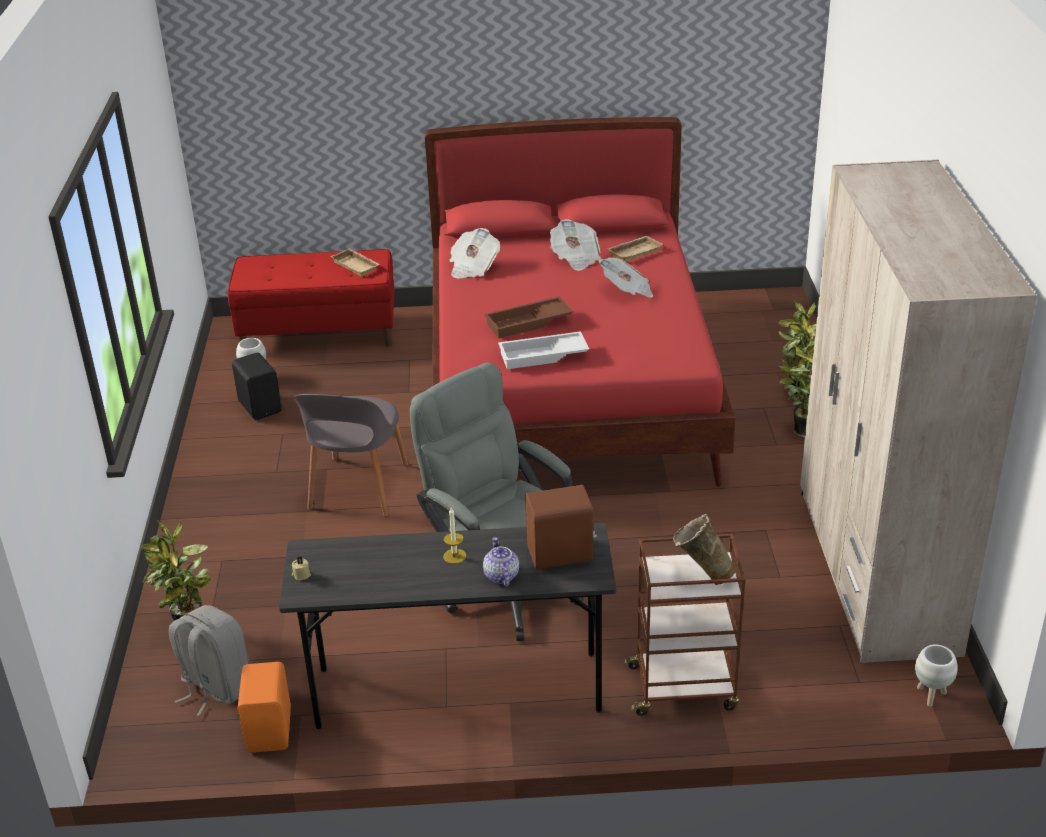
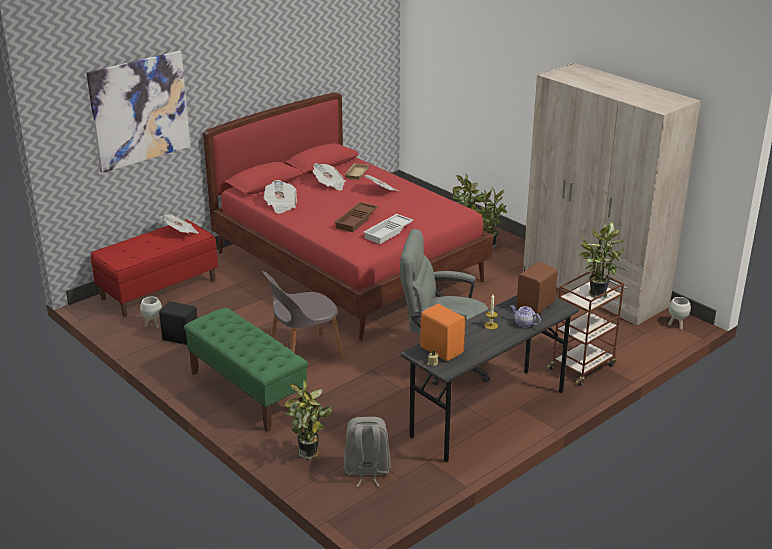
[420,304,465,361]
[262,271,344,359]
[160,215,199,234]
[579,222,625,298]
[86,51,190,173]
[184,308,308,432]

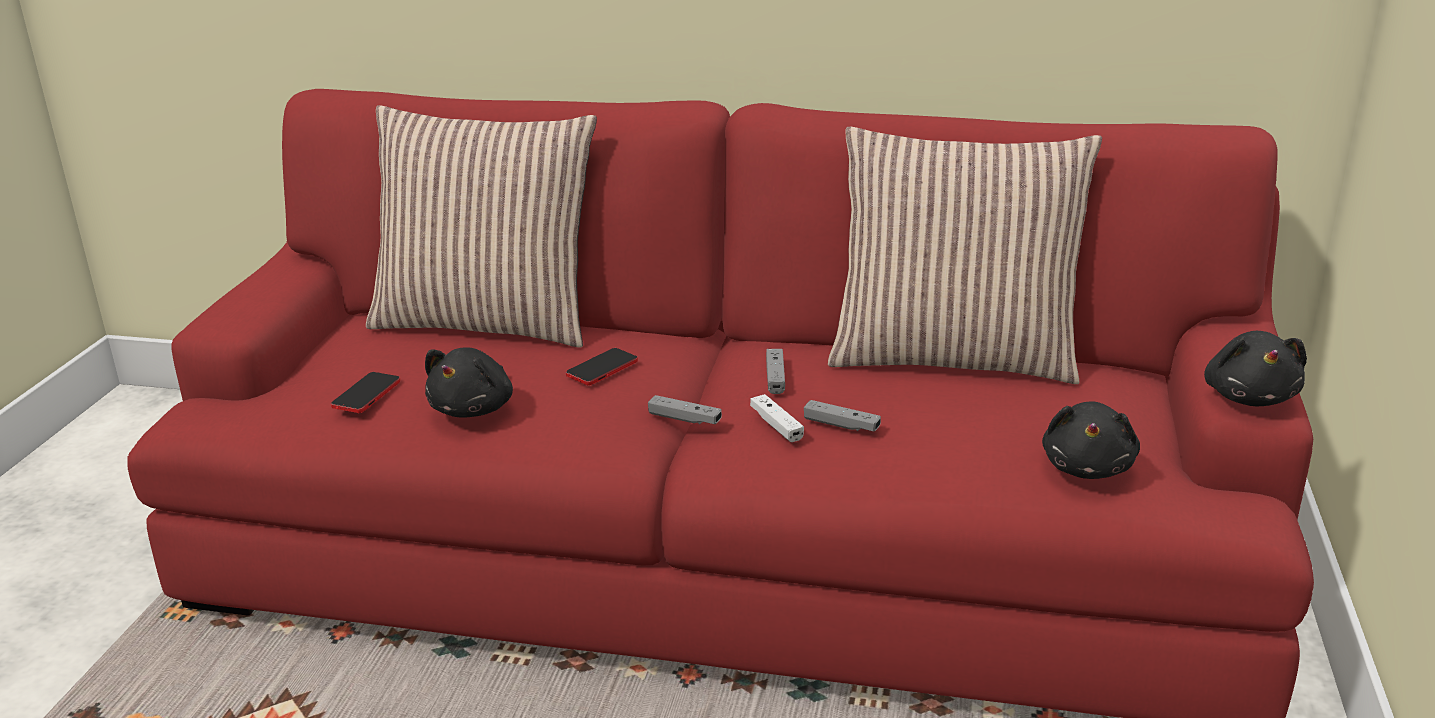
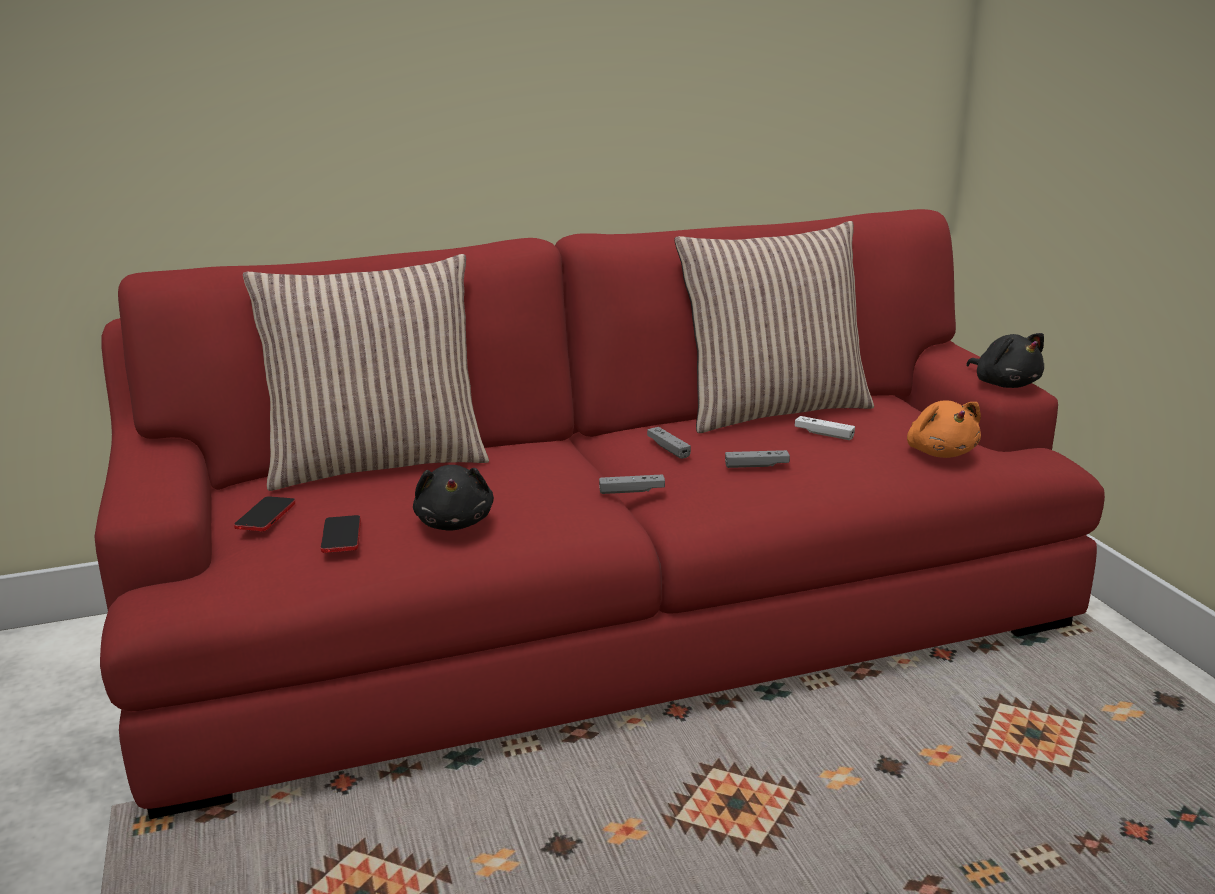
[234,496,295,531]
[795,416,855,440]
[907,400,981,458]

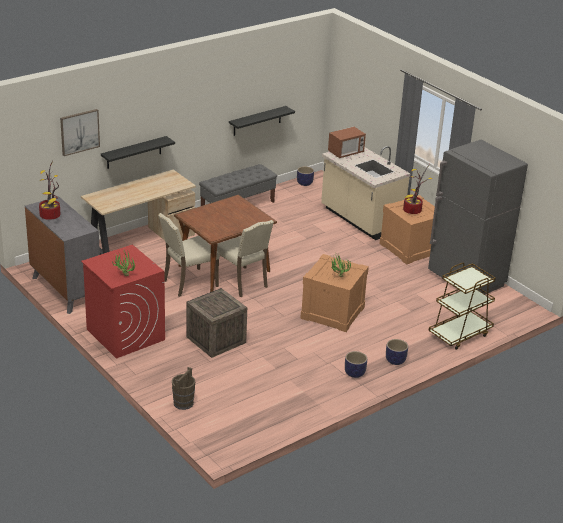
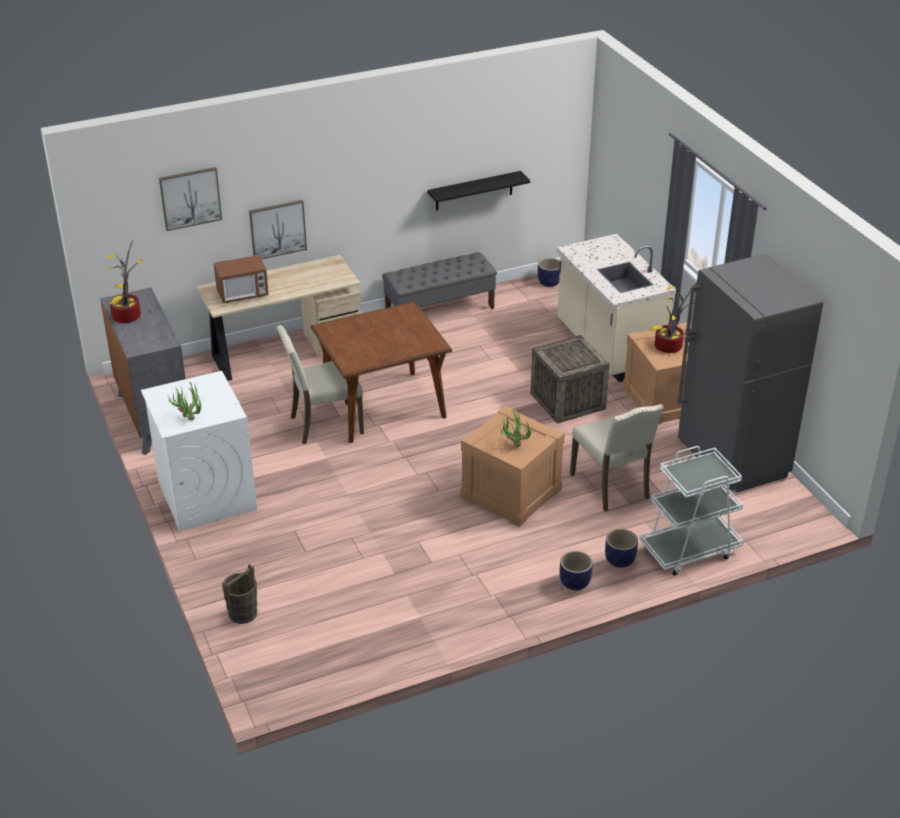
[141,371,257,531]
[249,200,307,259]
[531,335,610,424]
[570,404,664,512]
[214,255,269,303]
[605,529,638,568]
[640,446,744,576]

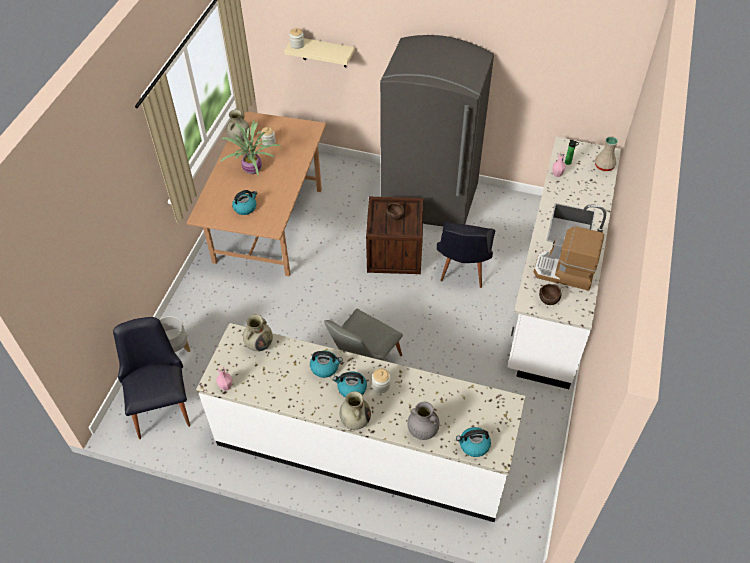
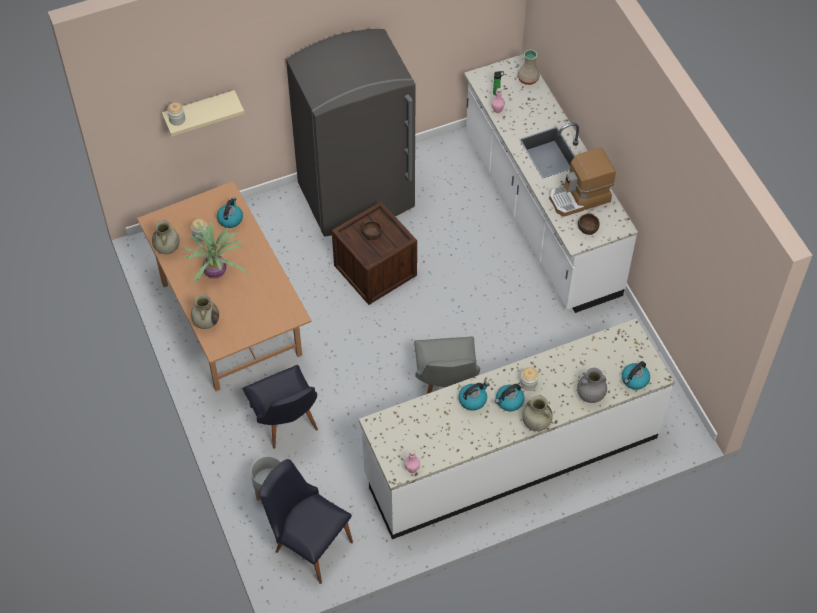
[217,197,243,228]
[191,294,219,329]
[243,365,318,449]

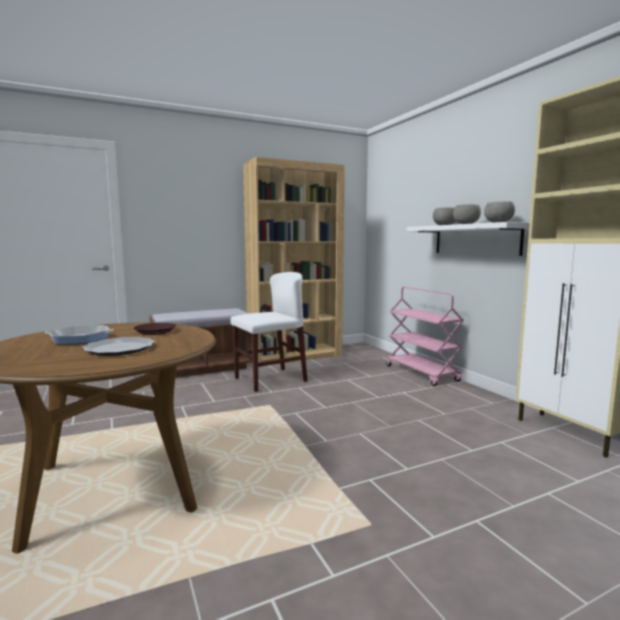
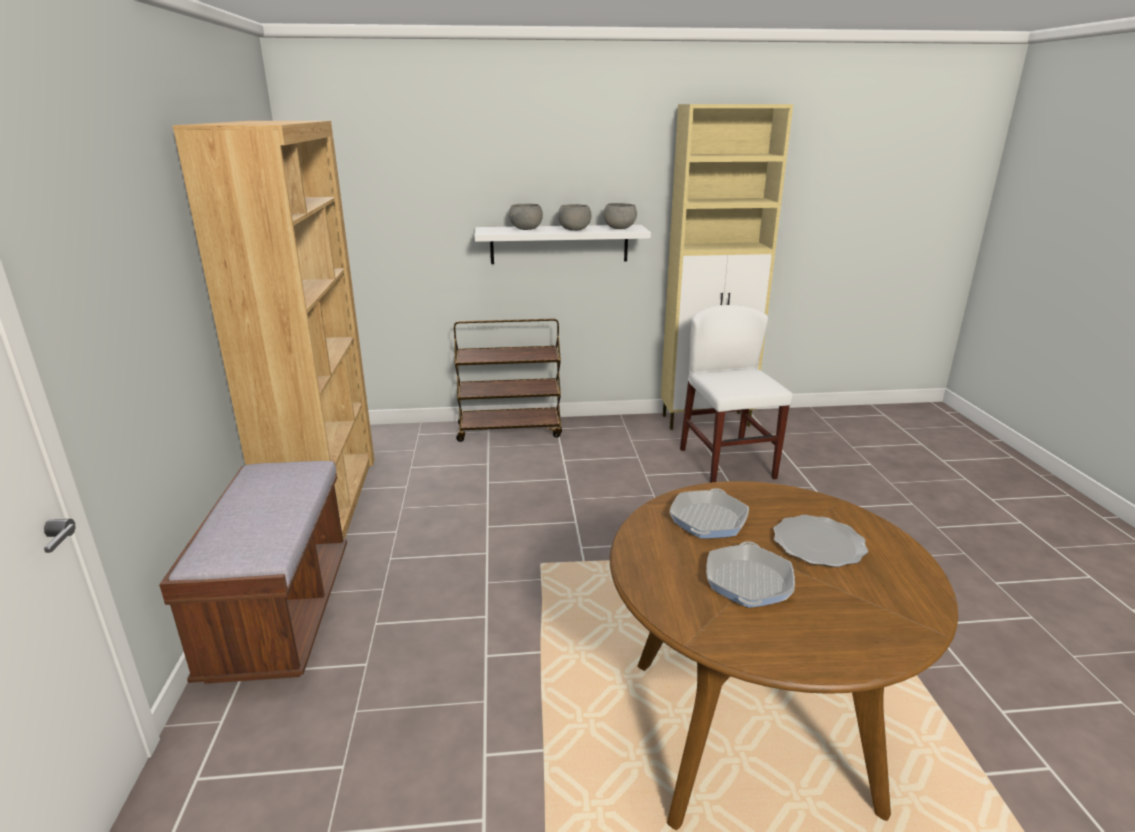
[669,488,749,539]
[680,305,793,483]
[454,319,562,442]

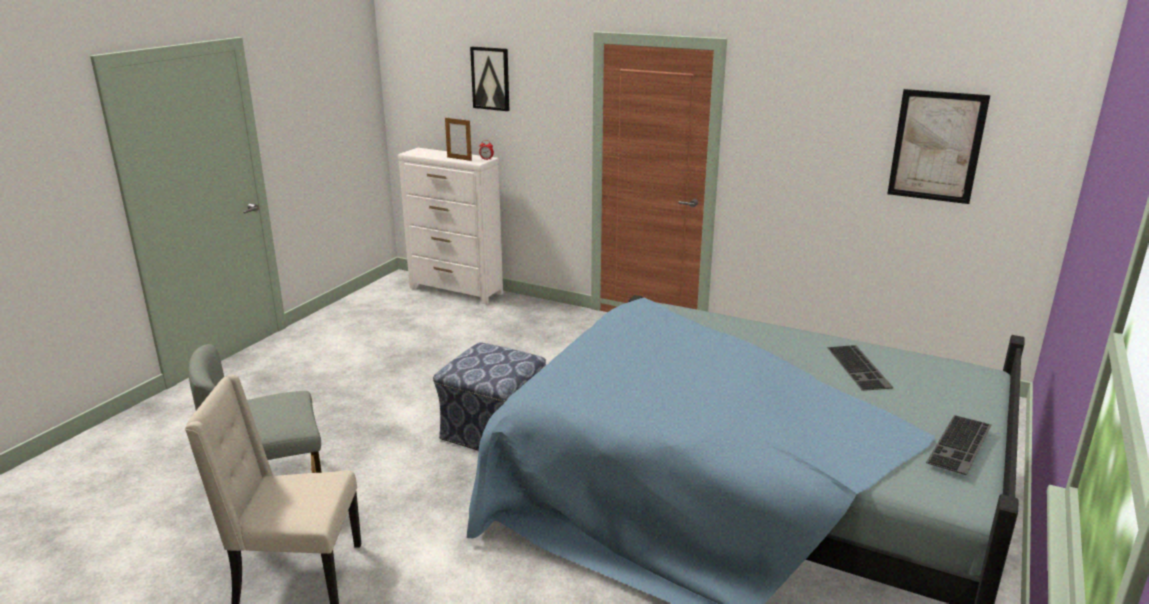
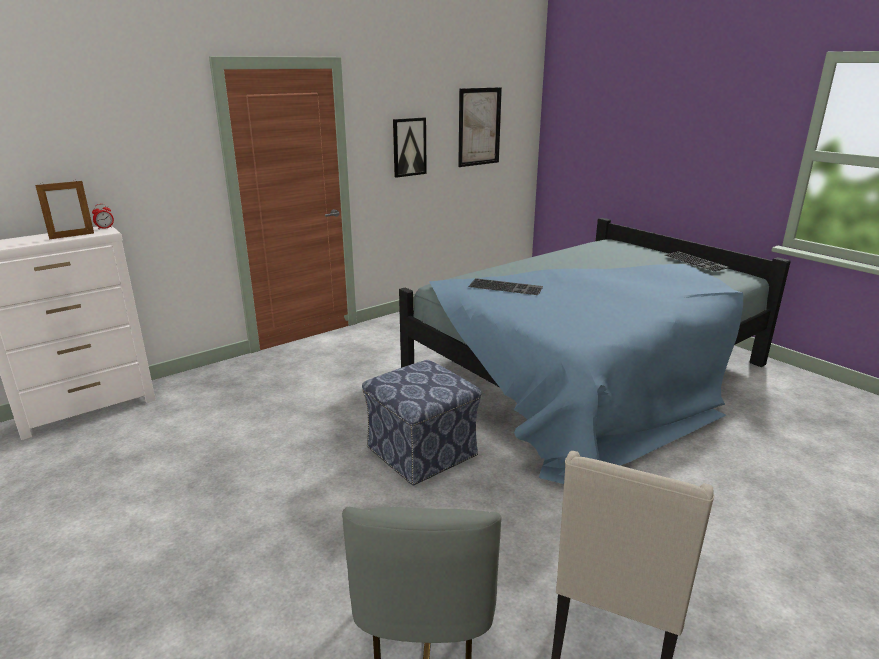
[393,118,427,178]
[468,278,543,295]

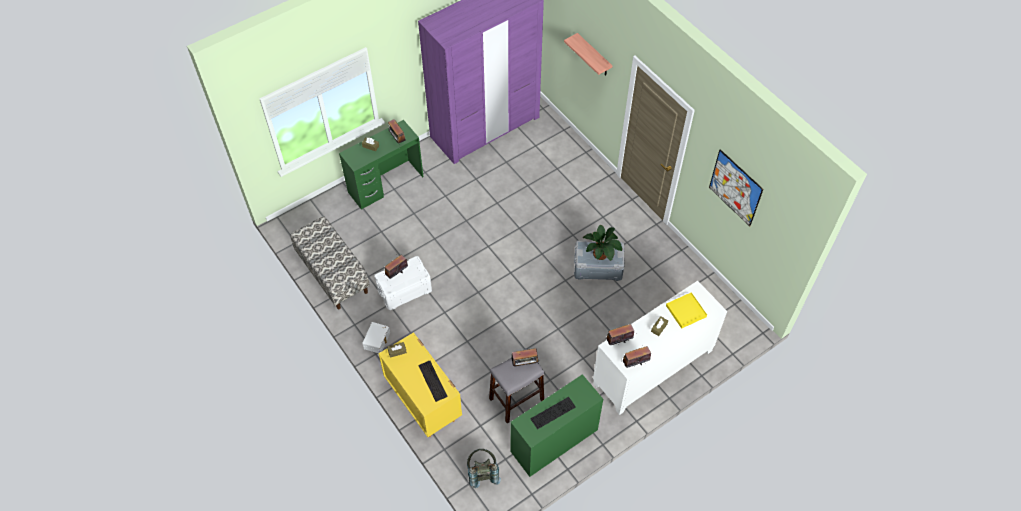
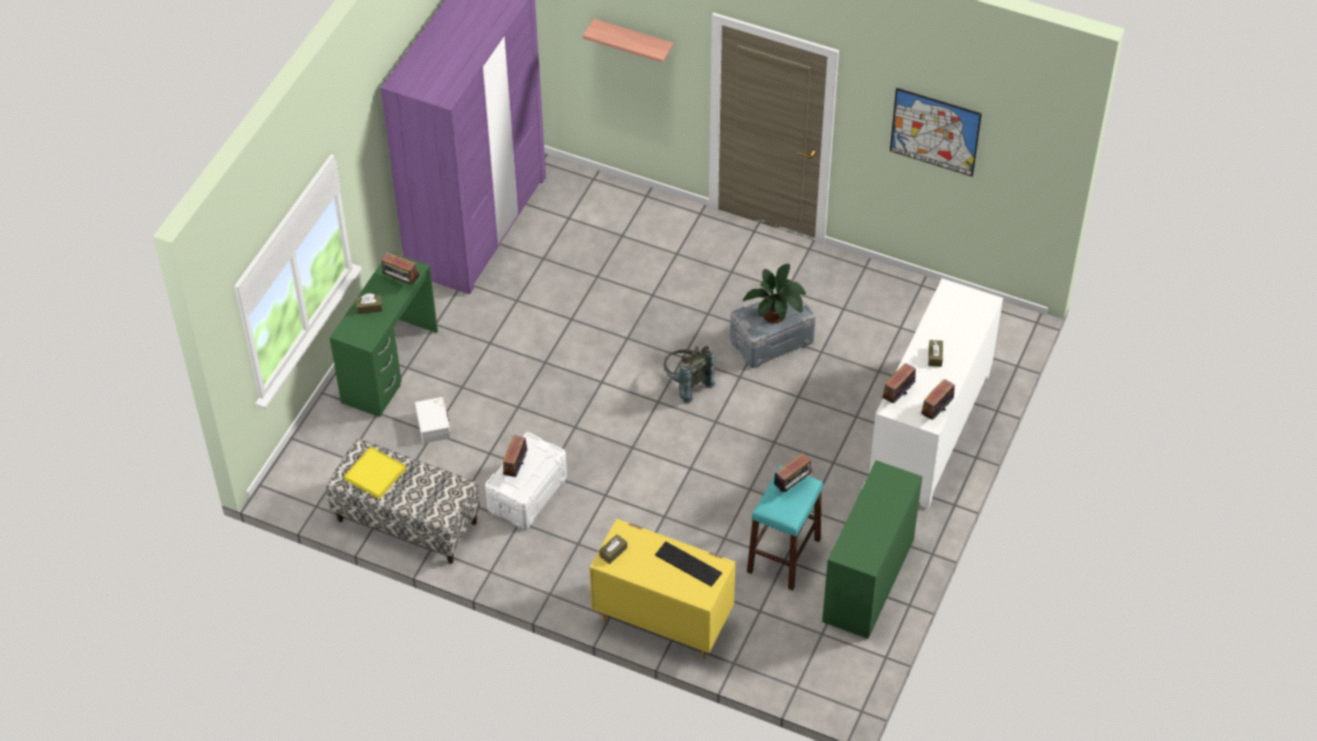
[415,397,451,443]
[663,346,716,403]
[747,466,823,591]
[531,397,576,429] (first image)
[344,446,406,499]

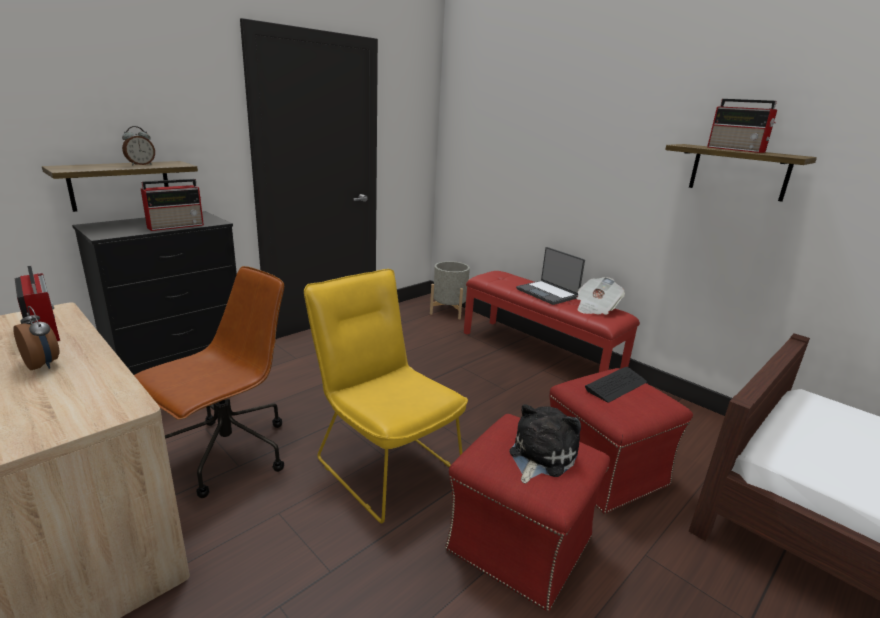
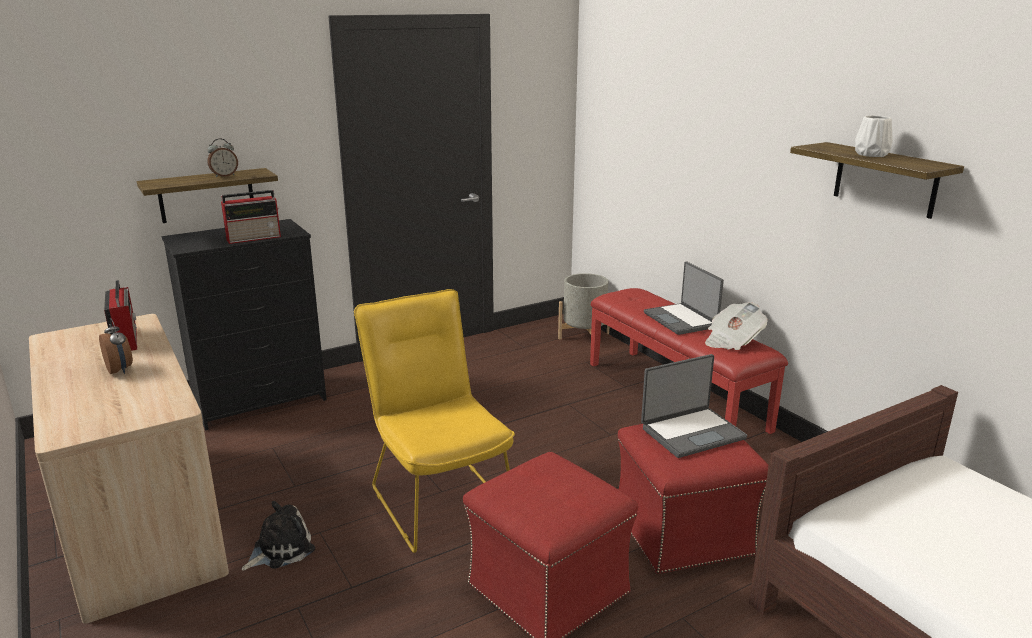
[134,266,284,498] (first image)
[241,501,315,571]
[641,354,747,458]
[855,115,893,157]

